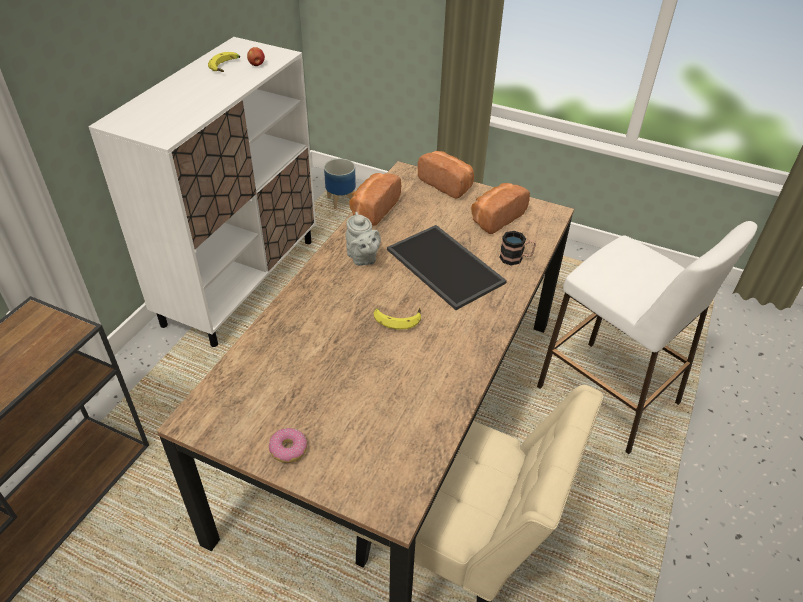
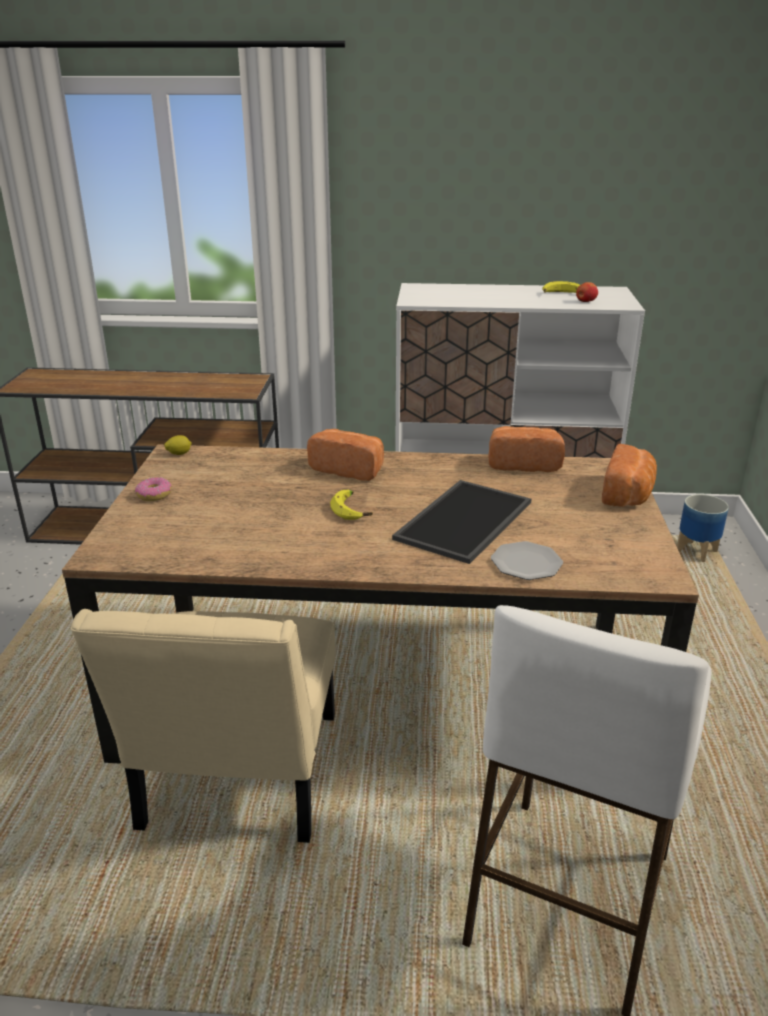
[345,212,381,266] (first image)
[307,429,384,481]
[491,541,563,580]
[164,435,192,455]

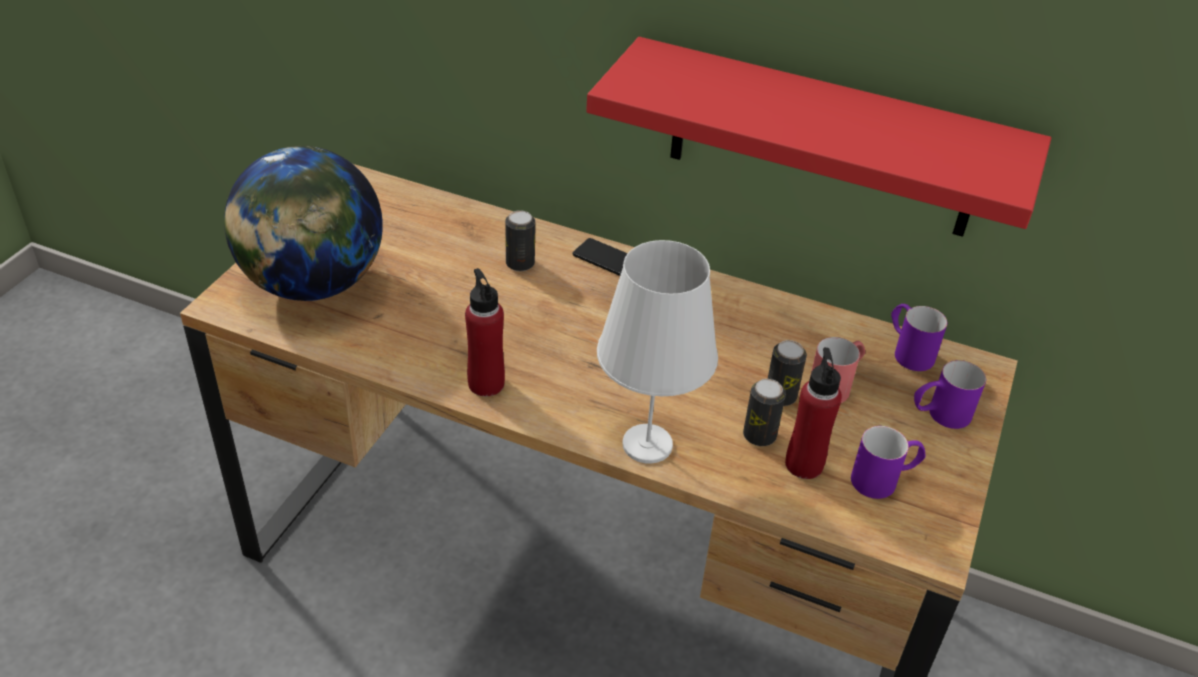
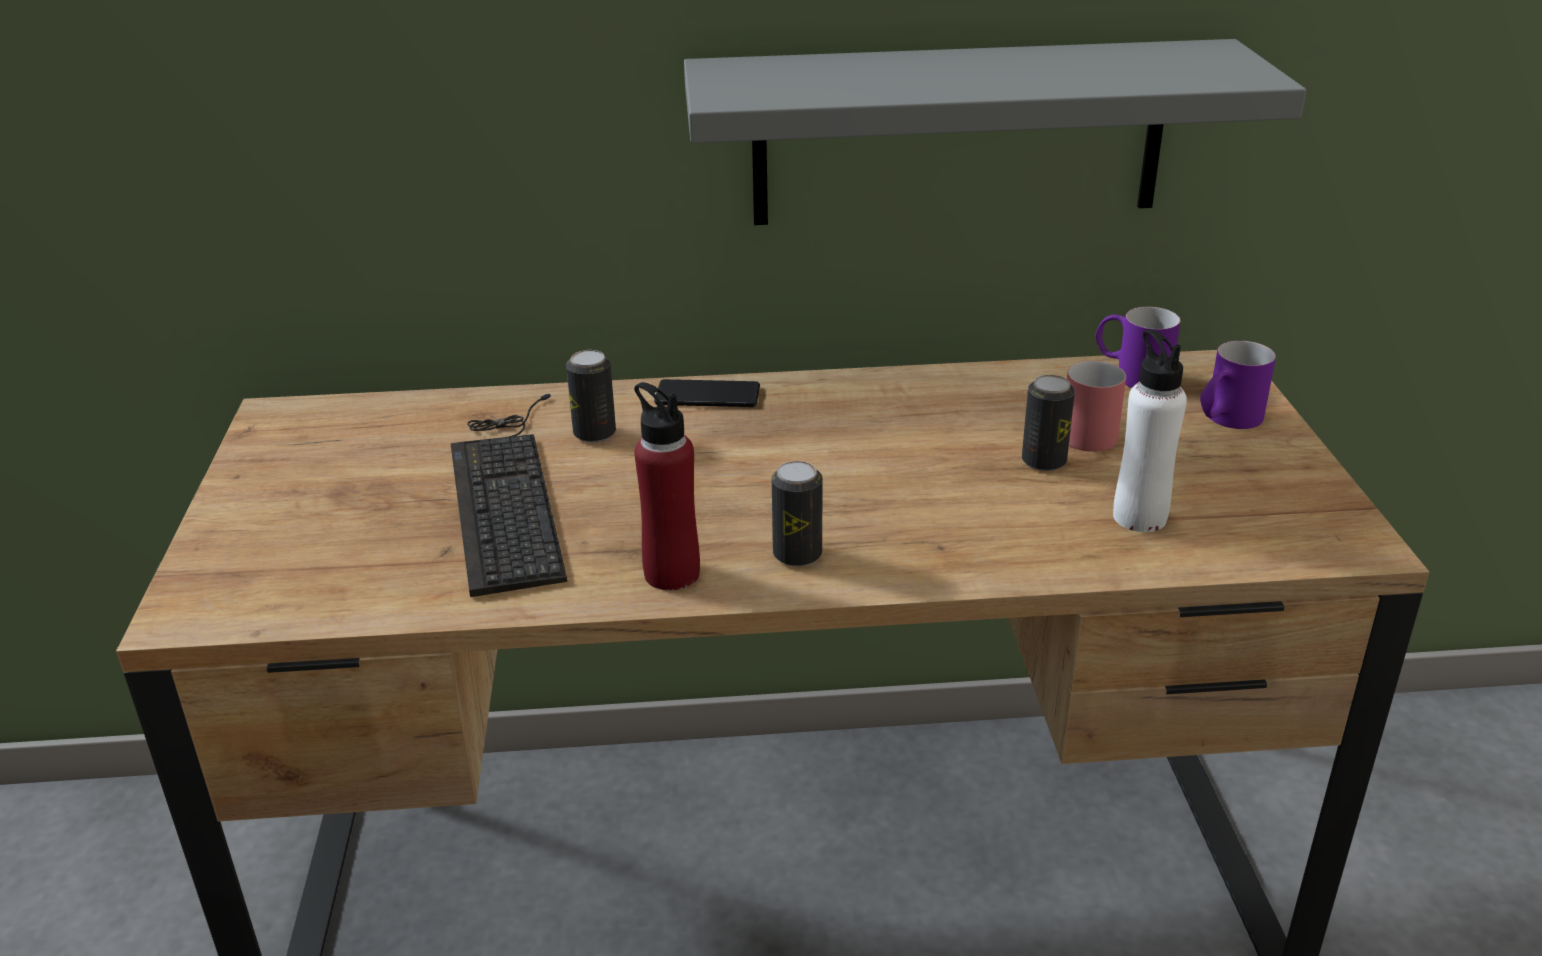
[224,146,383,301] (first image)
[684,39,1306,225]
[597,240,718,464] (first image)
[772,461,823,567]
[1113,329,1187,532]
[851,426,925,499] (first image)
[451,394,567,597]

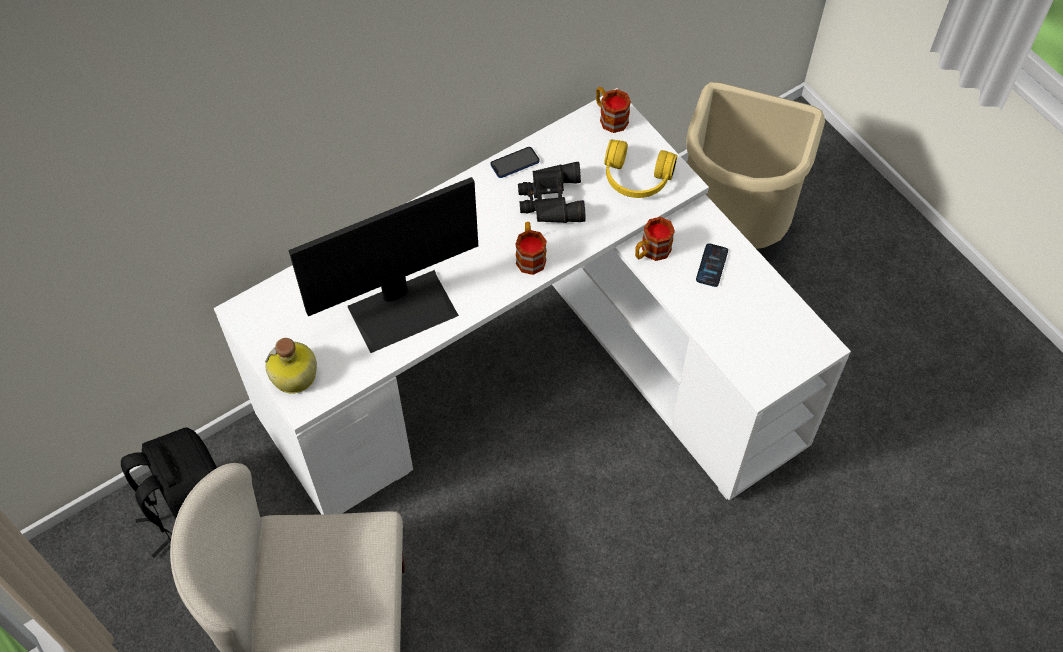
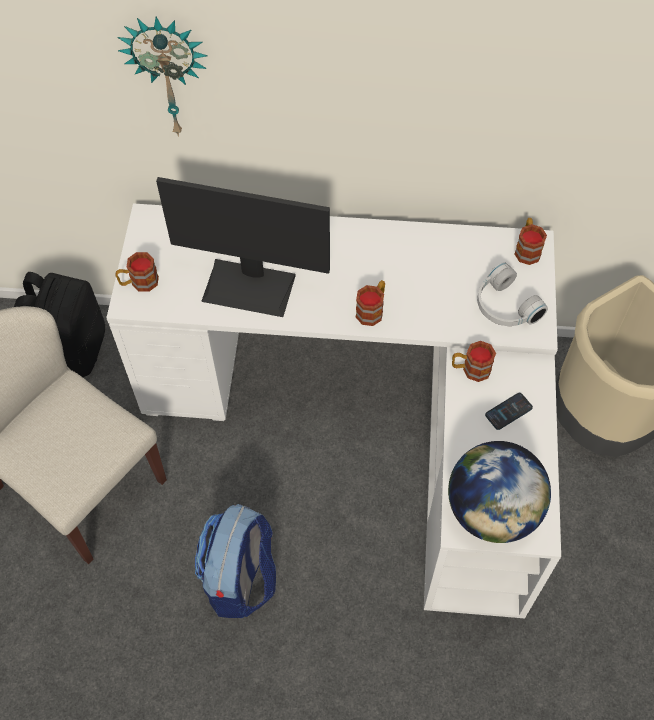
[115,252,159,292]
[490,147,540,178] (first image)
[518,162,586,223] (first image)
[477,262,548,326]
[117,17,208,137]
[195,504,276,618]
[448,441,551,543]

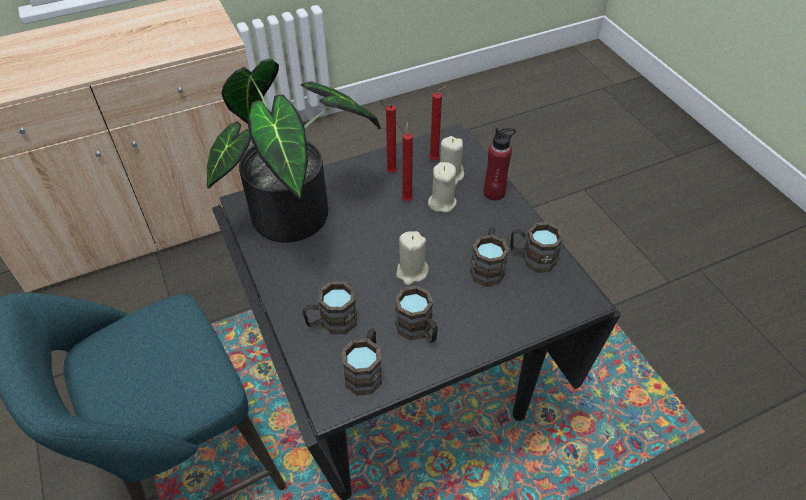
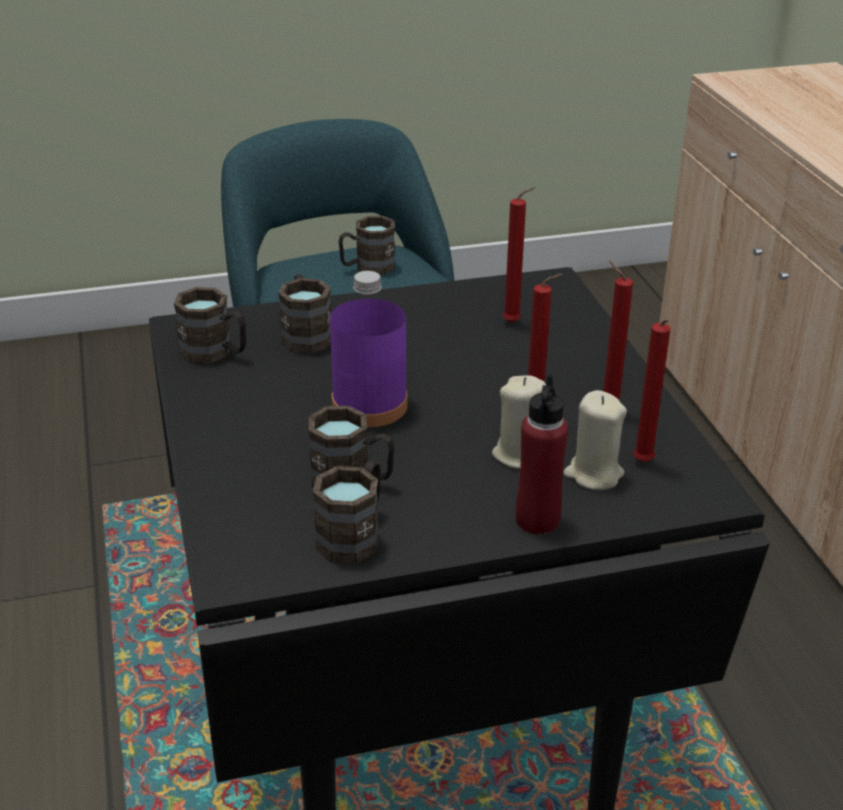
[503,187,536,323]
[338,216,395,274]
[330,271,408,427]

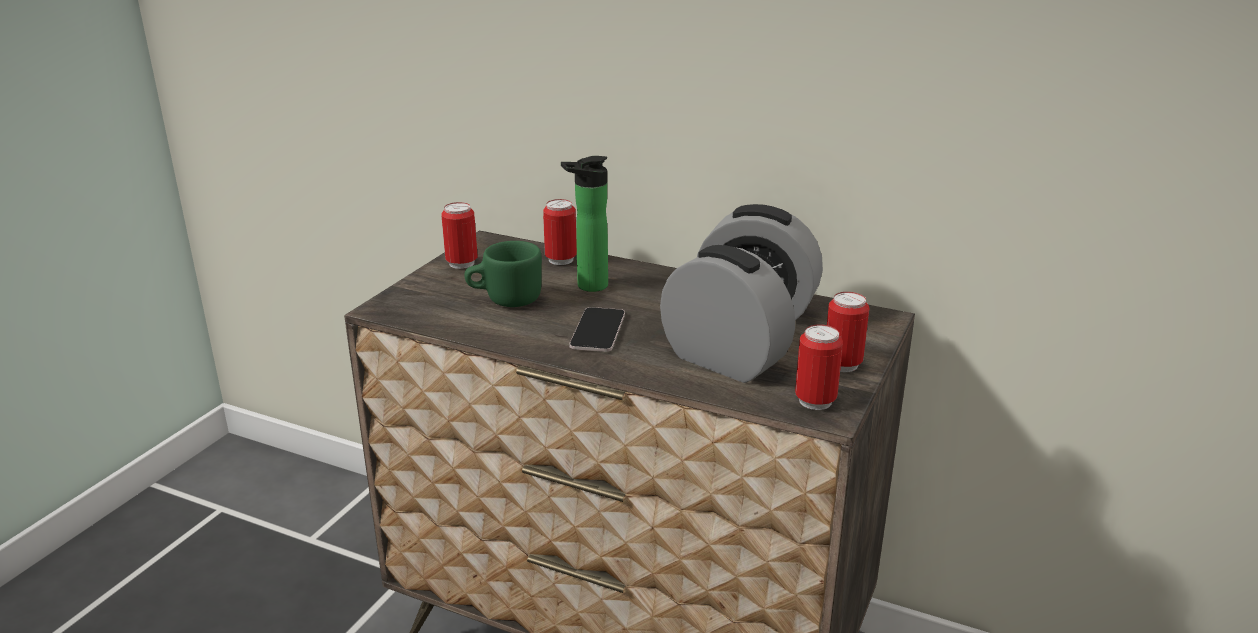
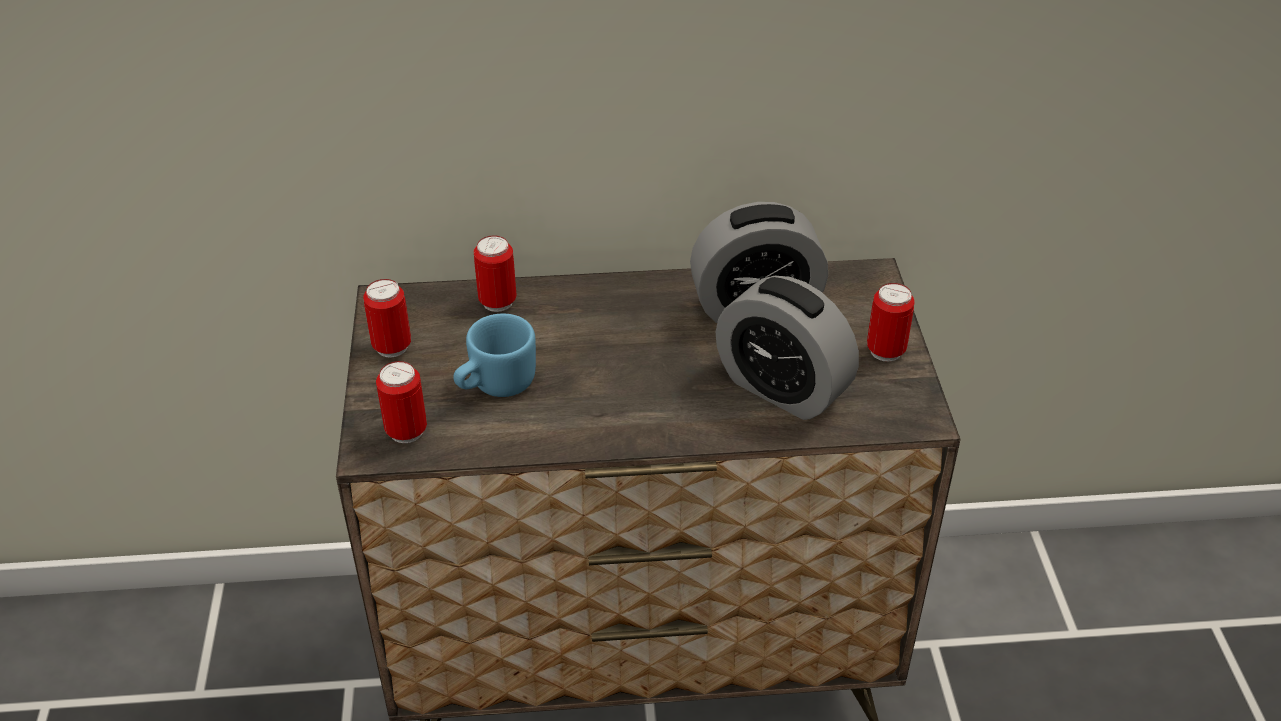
[453,314,536,397]
[561,156,608,292] (first image)
[569,307,625,352] (first image)
[716,276,859,420]
[376,361,427,443]

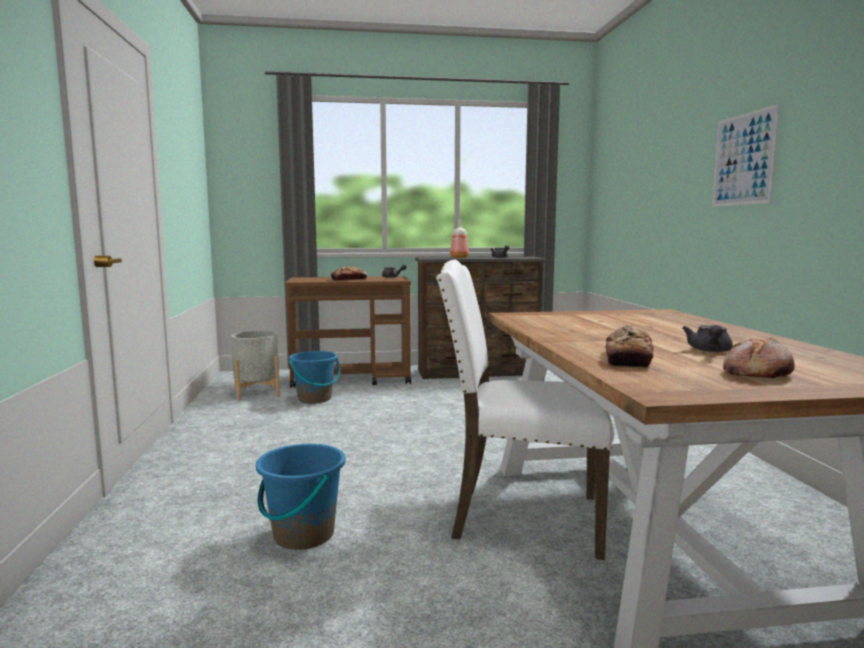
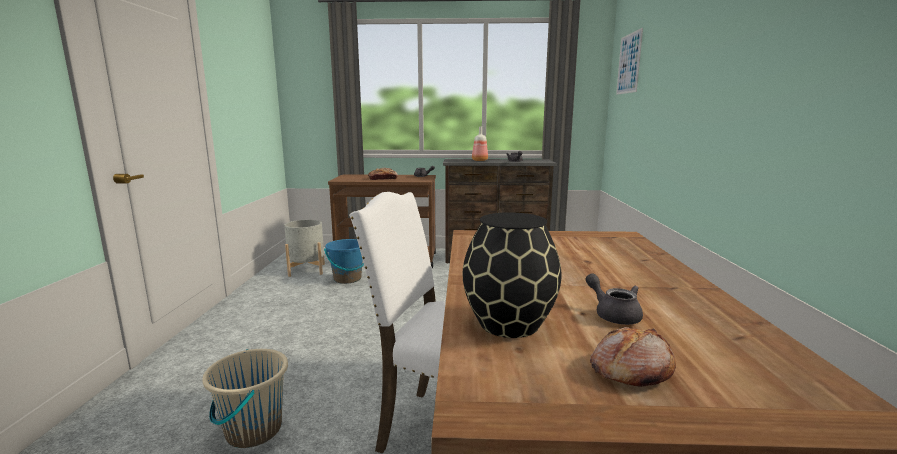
[202,349,288,448]
[462,212,561,338]
[585,274,643,325]
[616,28,643,95]

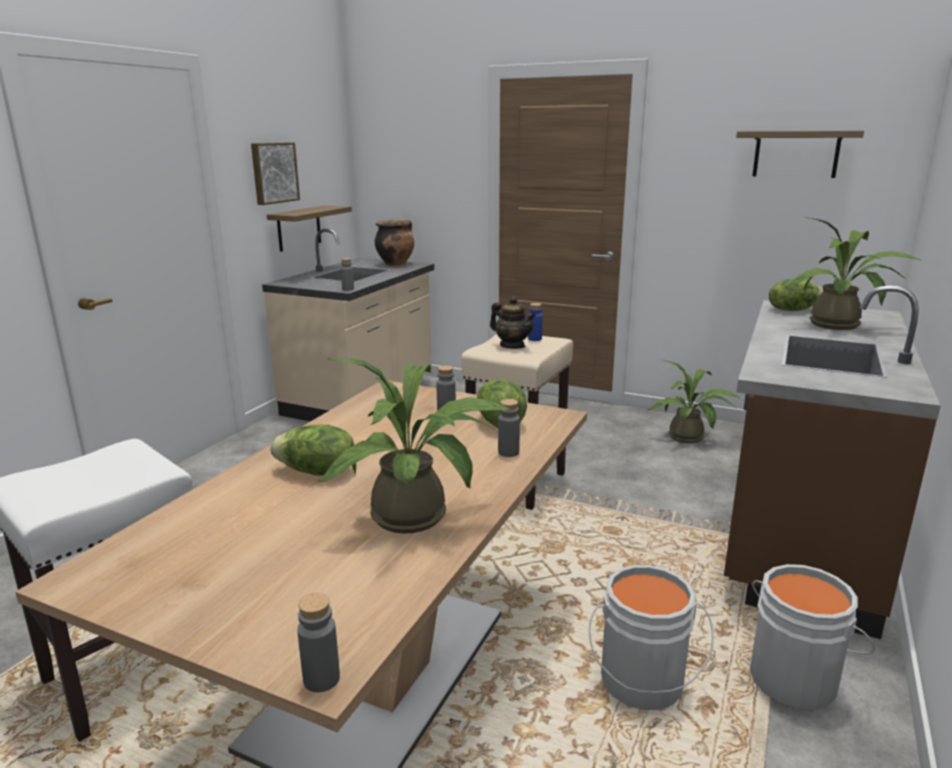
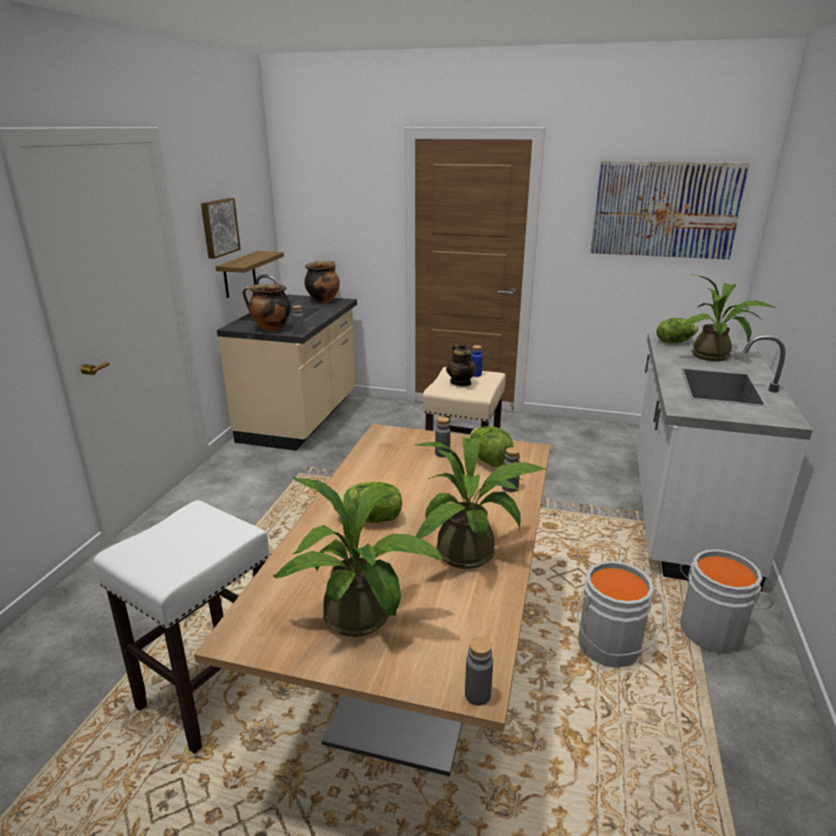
[446,342,477,386]
[273,477,443,637]
[636,333,813,592]
[590,161,750,260]
[243,284,291,331]

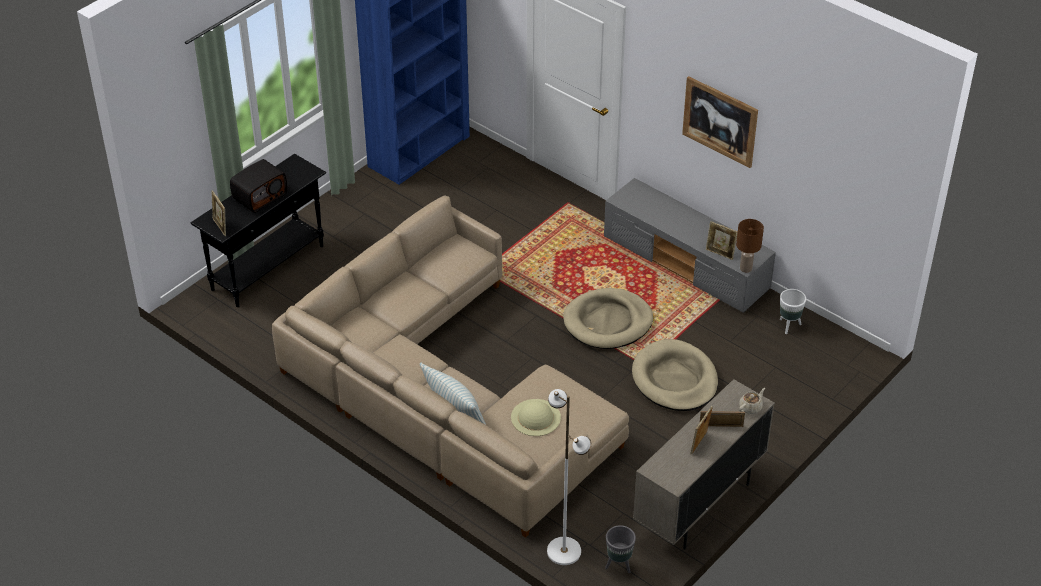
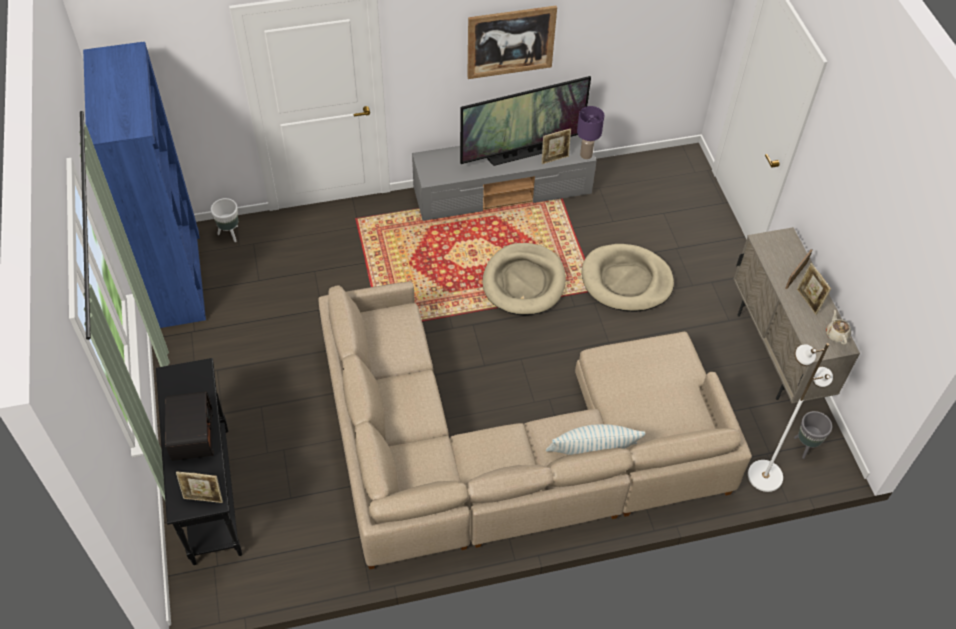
[511,399,561,436] (first image)
[577,106,604,159]
[826,309,851,345]
[211,198,238,242]
[460,76,591,166]

